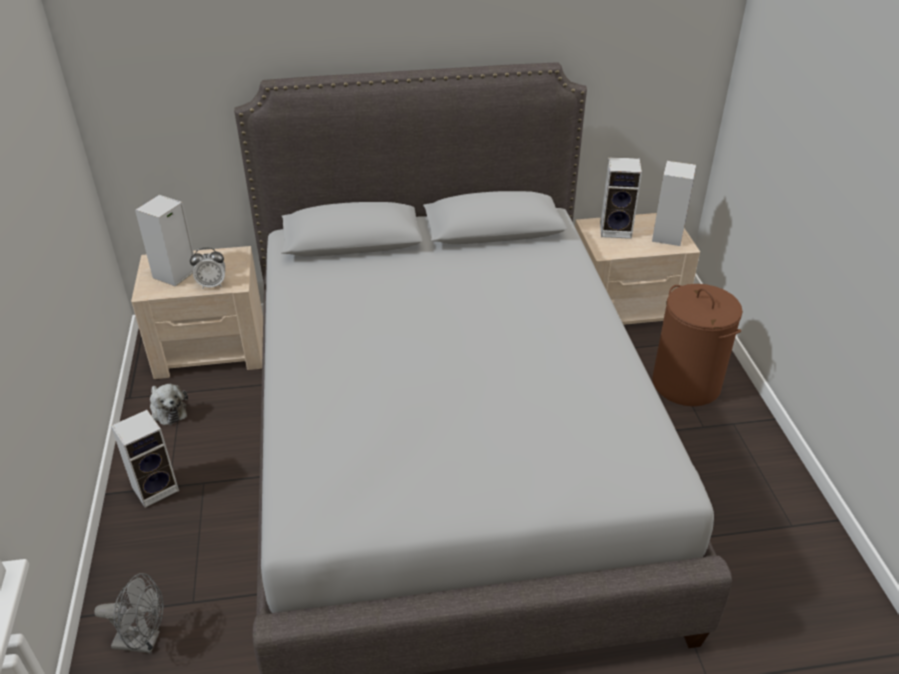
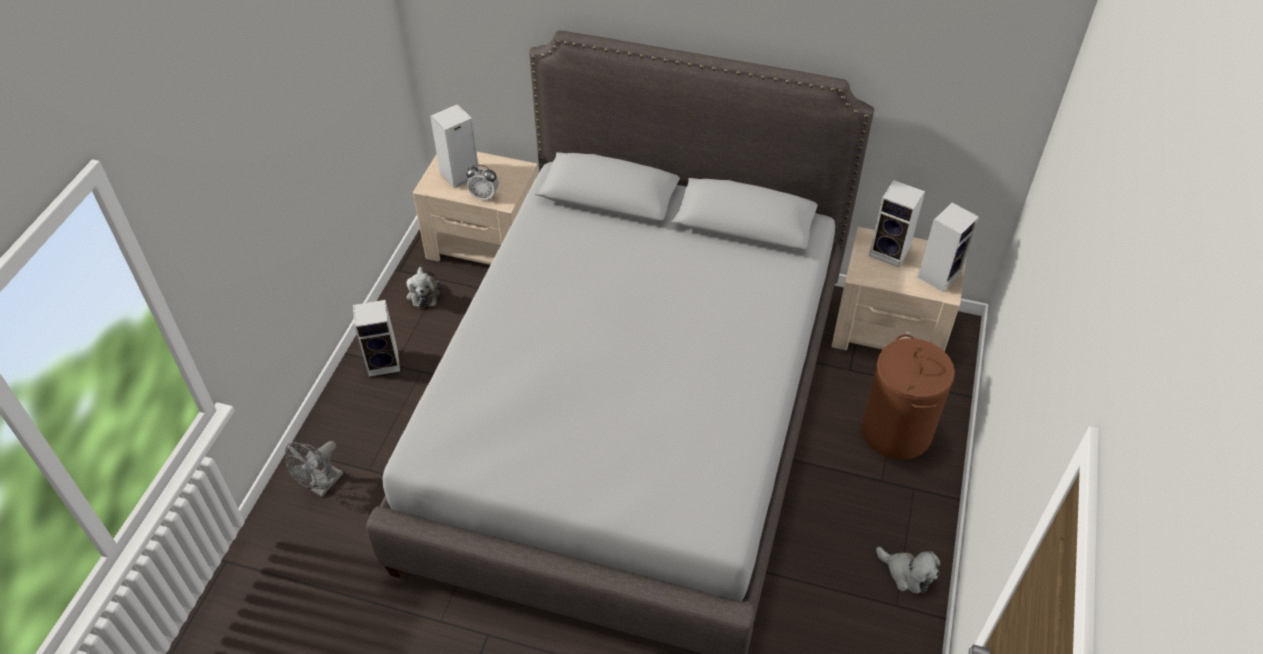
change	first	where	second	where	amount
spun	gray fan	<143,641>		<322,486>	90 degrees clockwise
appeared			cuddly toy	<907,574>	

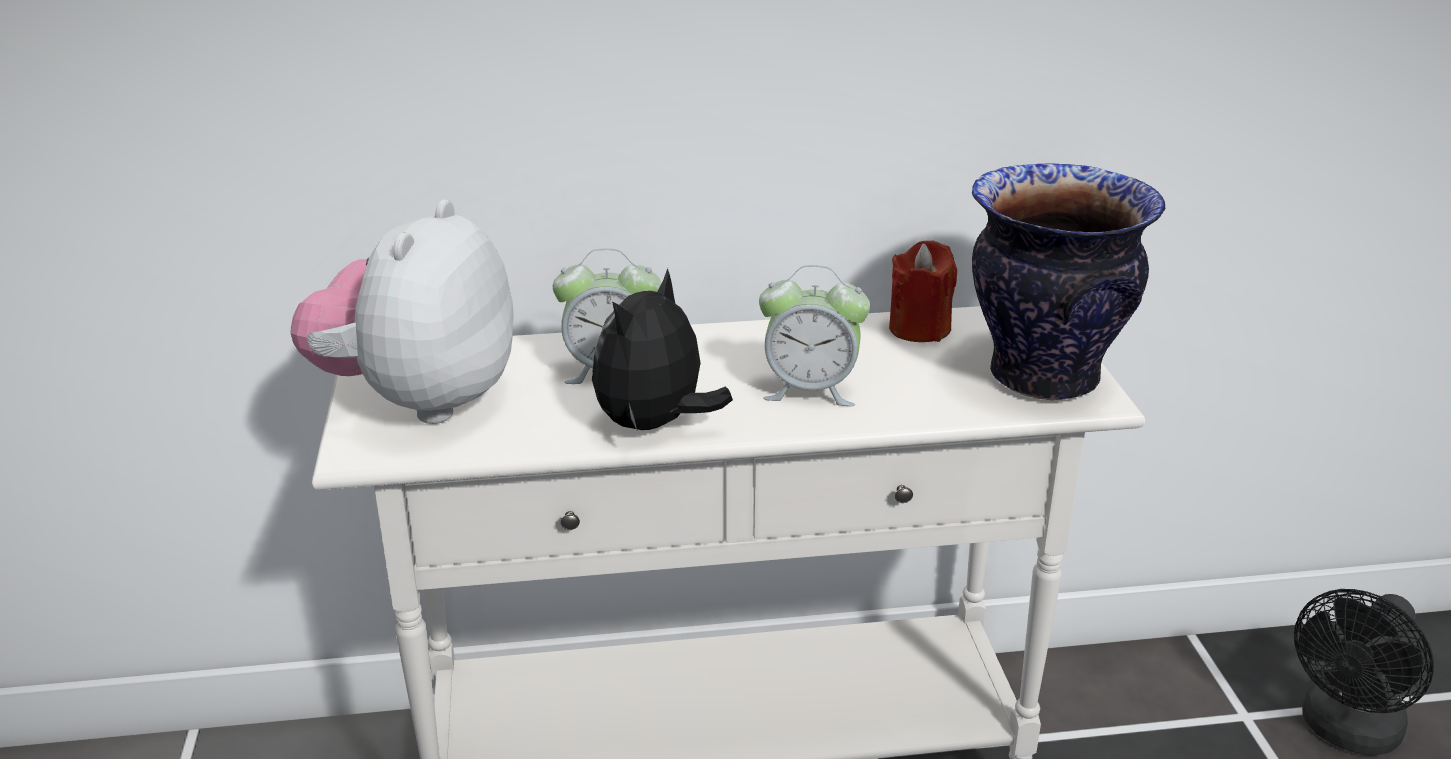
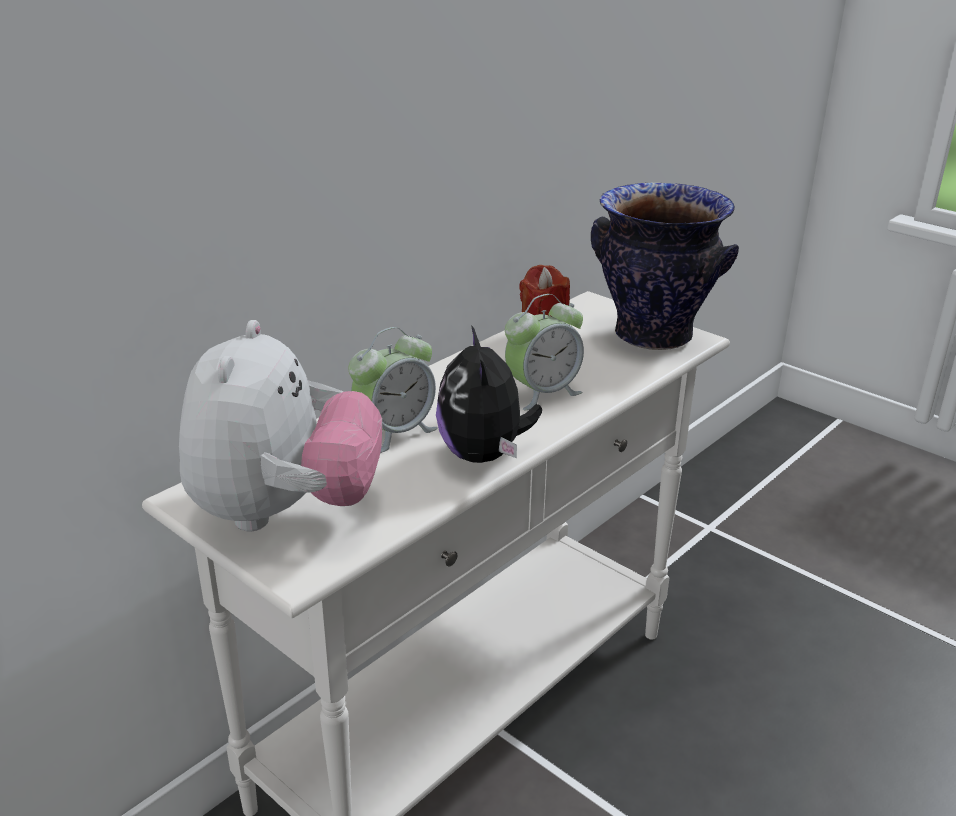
change	first	where	second	where	amount
spun	cuddly toy	<419,400>		<285,512>	150 degrees counterclockwise
missing	black-coloured fan	<1345,732>			

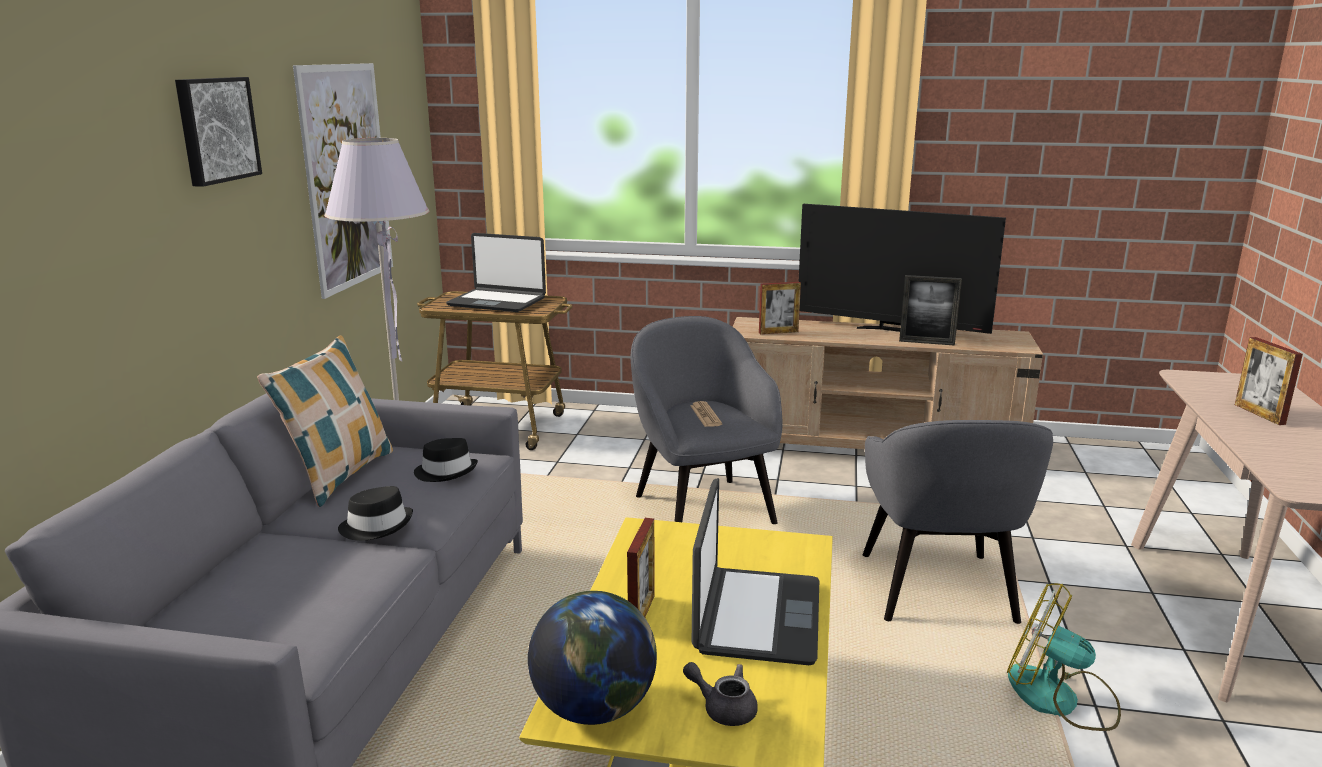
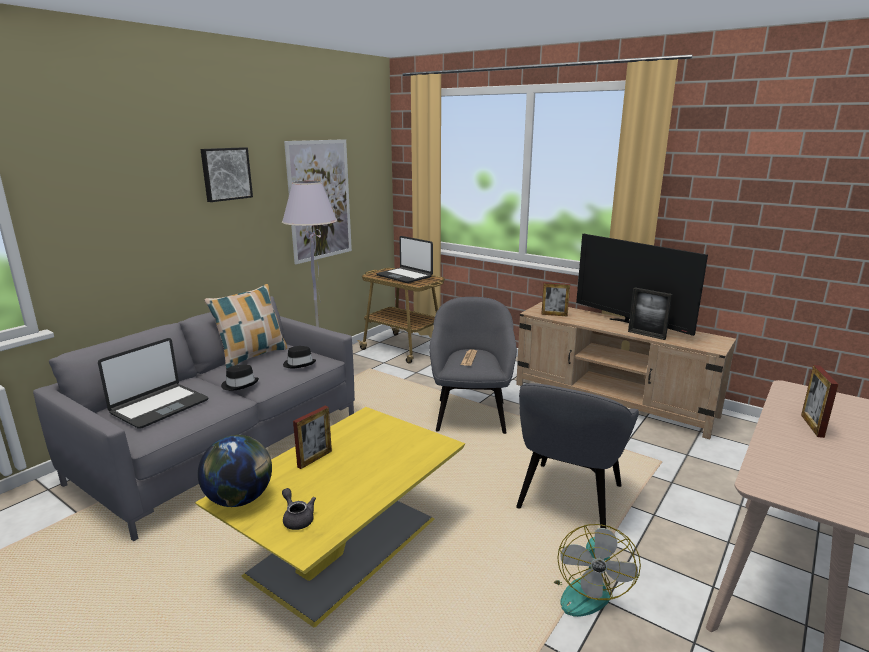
change	first	where	second	where	amount
relocated	portable computer	<756,617>		<159,406>	
spun	fan	<1059,699>		<584,589>	135 degrees counterclockwise

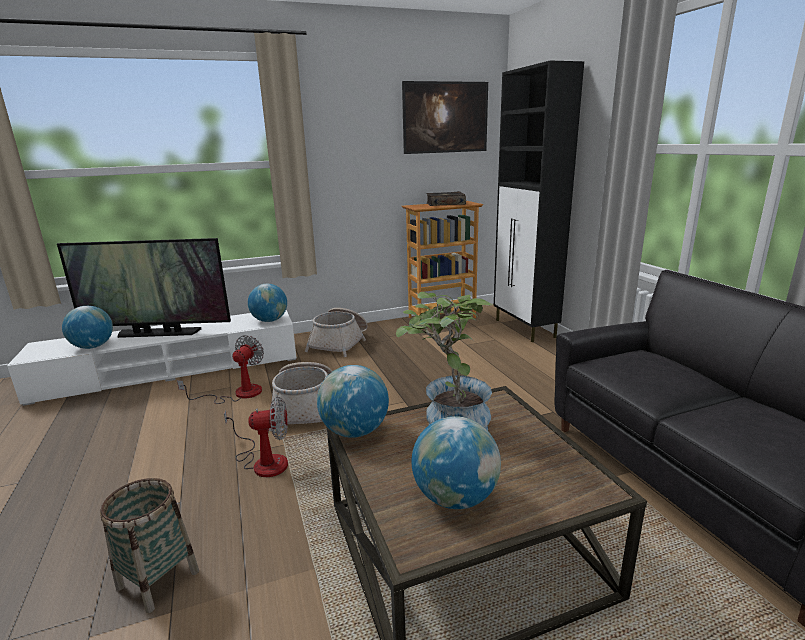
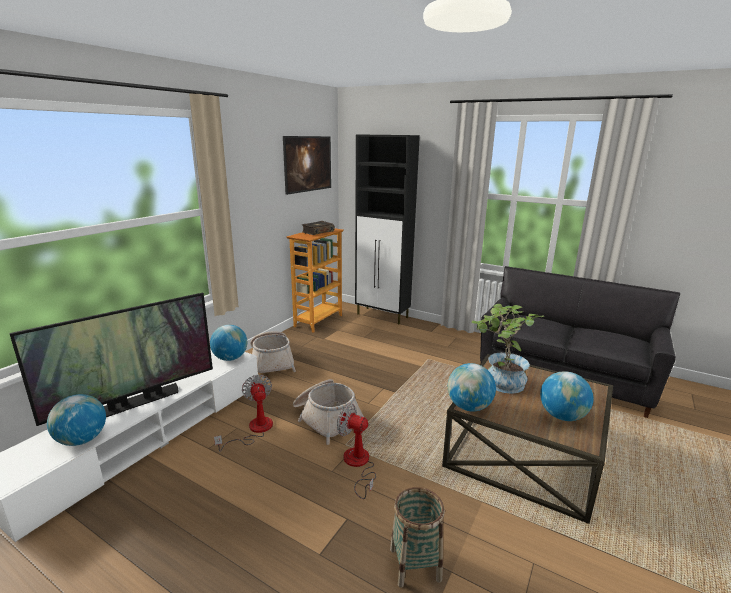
change	first	where	second	where	amount
spun	fan	<264,461>		<358,464>	105 degrees counterclockwise

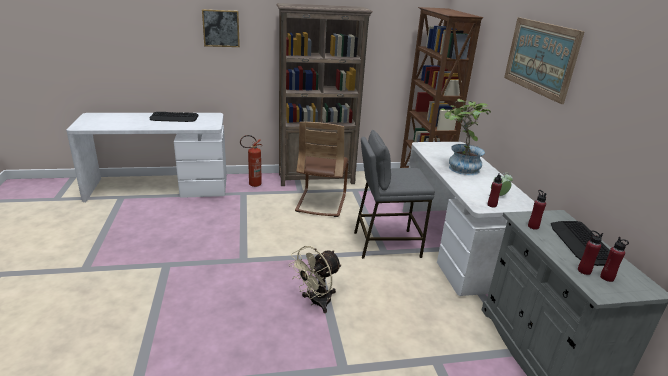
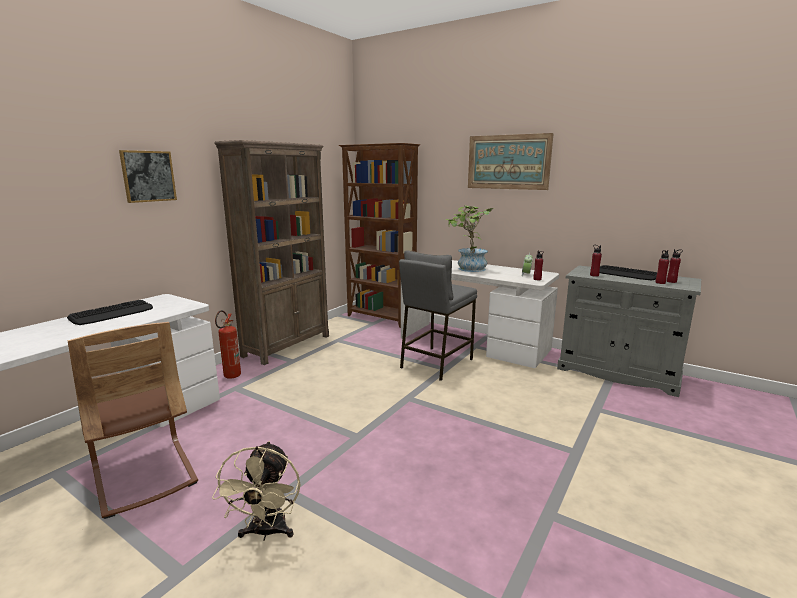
change	first	where	second	where	amount
relocated	brownish chair	<321,202>		<144,475>	
relocated	beige-coloured fan	<316,302>		<266,532>	

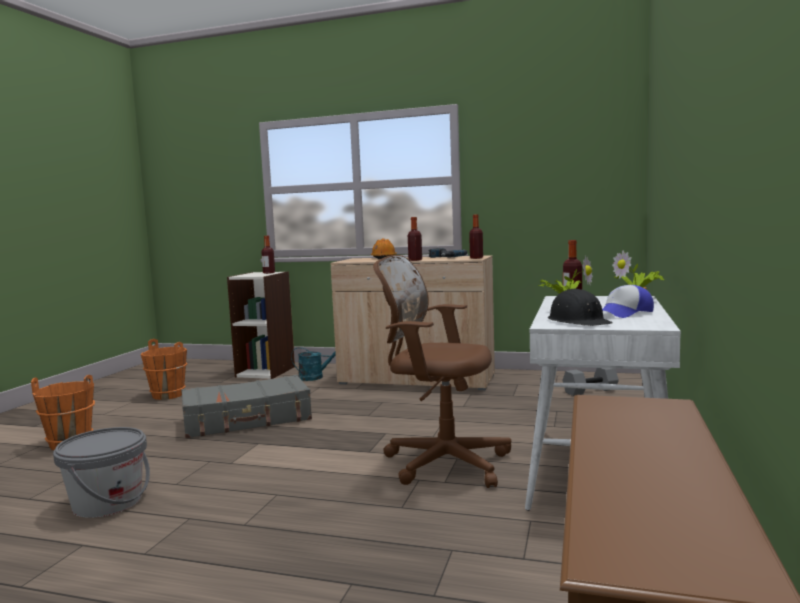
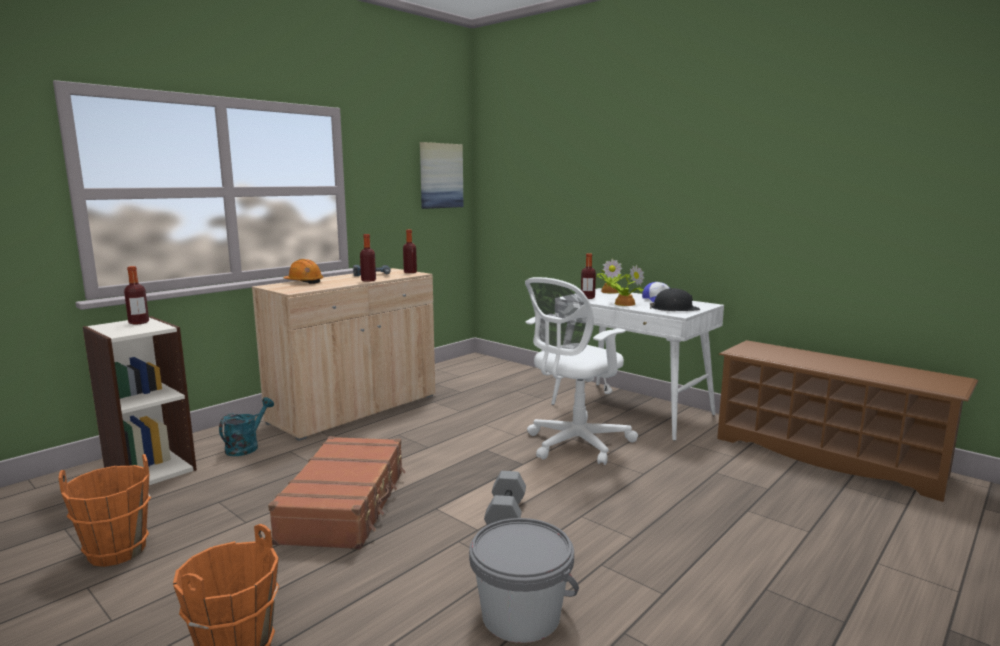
change	first	where	second	where	amount
colour	gray travel case	<247,420>	brownish travel case	<346,505>	
appeared			picture	<440,175>	
relocated	gray hand weight	<590,390>		<505,515>	
colour	brownish desk chair	<441,462>	white-coloured desk chair	<574,444>	

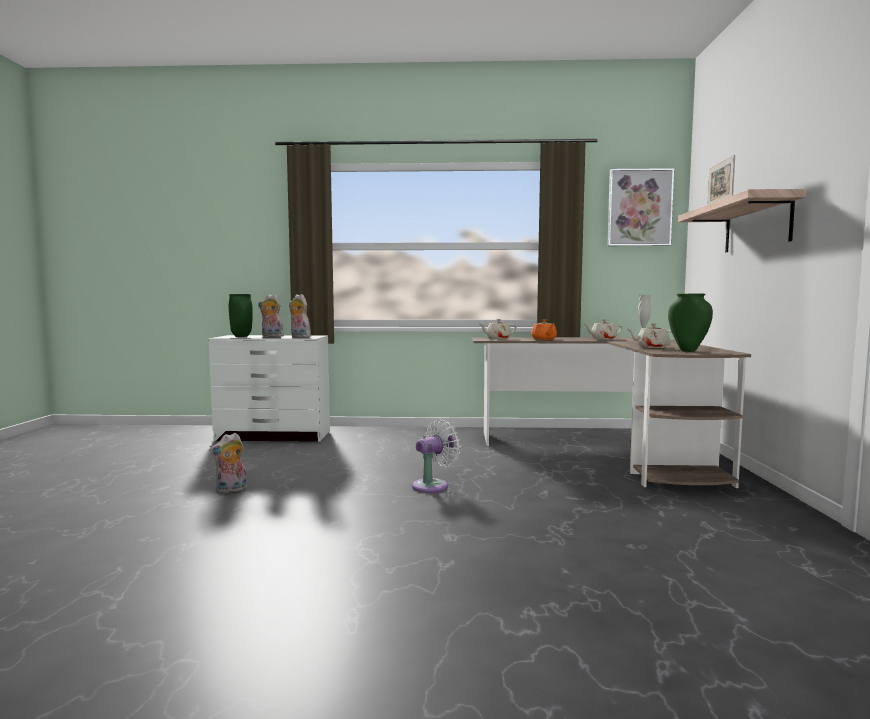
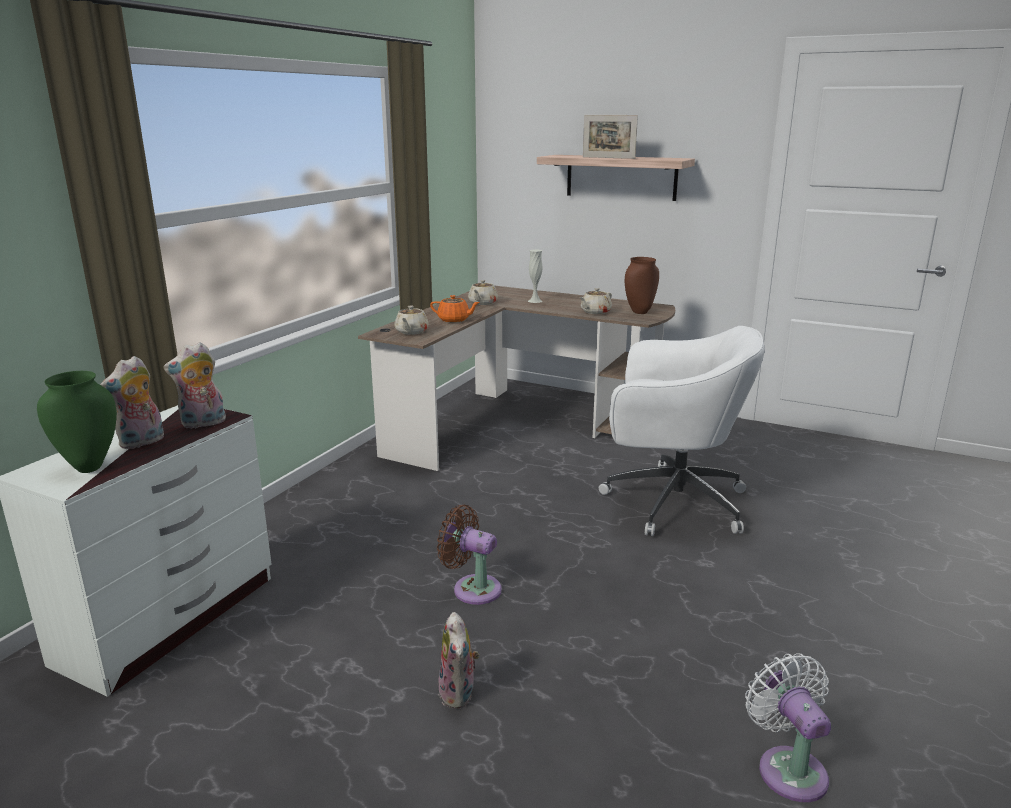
change	first	where	second	where	amount
appeared			brownish fan	<472,588>	
appeared			white-coloured desk chair	<671,502>	
colour	green-coloured flower vase	<688,351>	brownish flower vase	<639,312>	
relocated	white-coloured fan	<433,485>		<788,768>	
missing	picture	<639,208>			

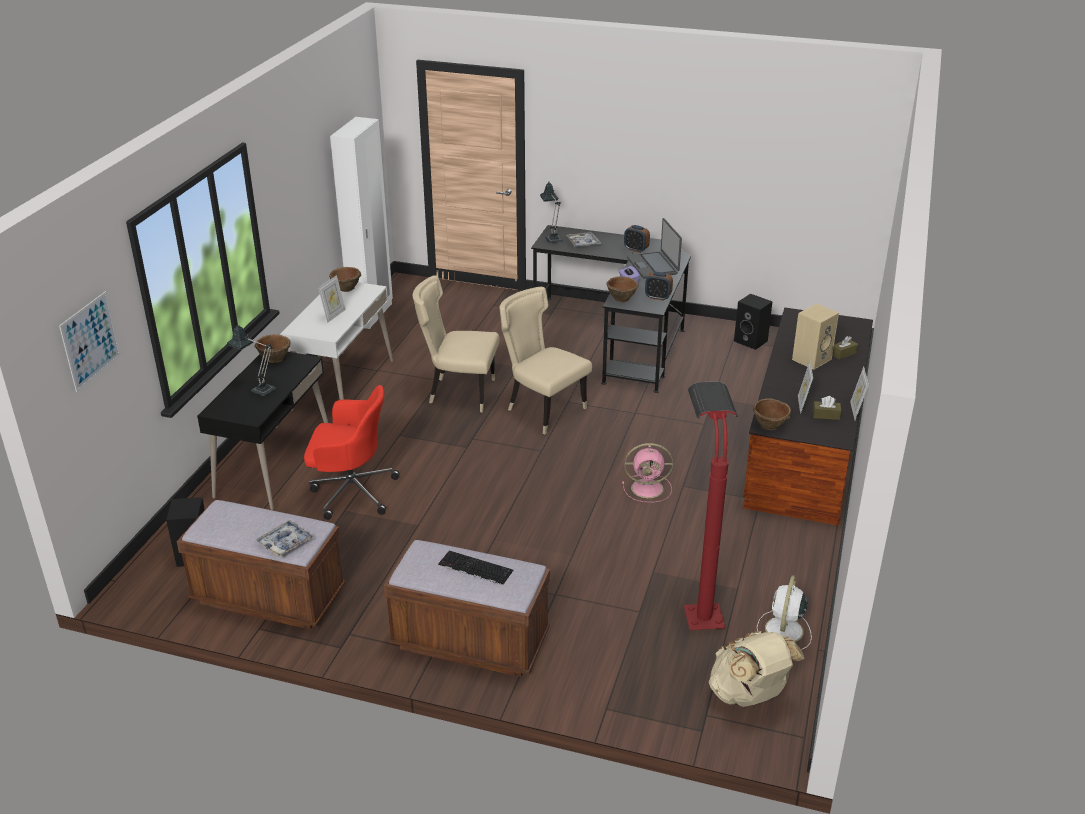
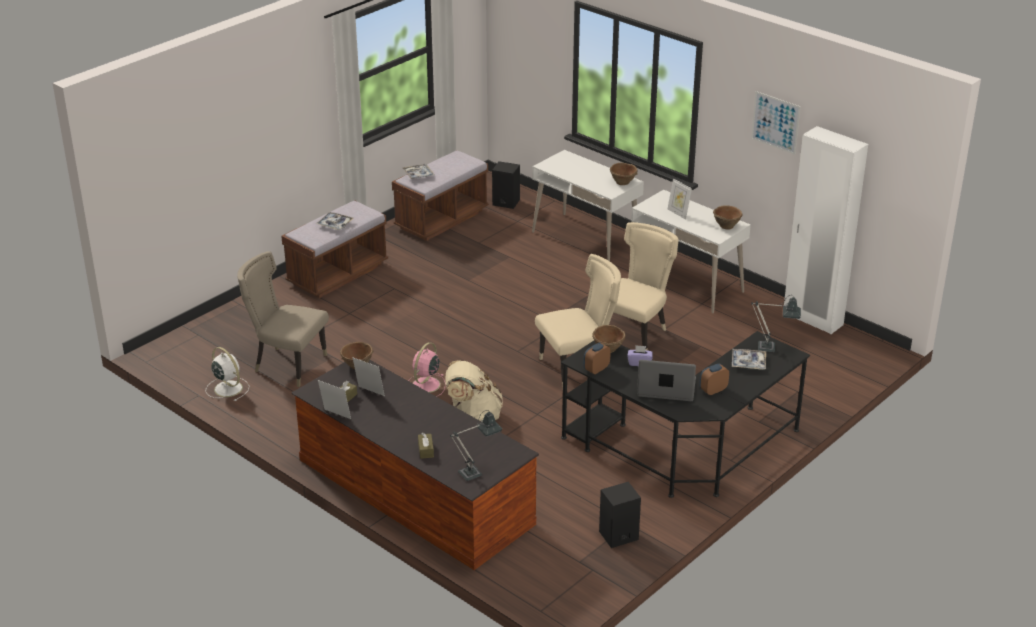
change	first	where	second	where	amount
exchanged	reddish floor lamp	<698,602>	beige-coloured chair	<287,364>	
exchanged	PC keyboard	<474,568>	serving tray	<335,224>	
relocated	beige-coloured rucksack	<749,695>		<473,418>	
relocated	table lamp	<259,389>		<475,472>	
colour	black-coloured desk unit	<274,466>	white-coloured desk unit	<586,239>	
relocated	picture	<90,341>		<775,122>	
missing	reddish desk chair	<351,491>			
missing	beige-coloured audio speaker	<811,359>			

